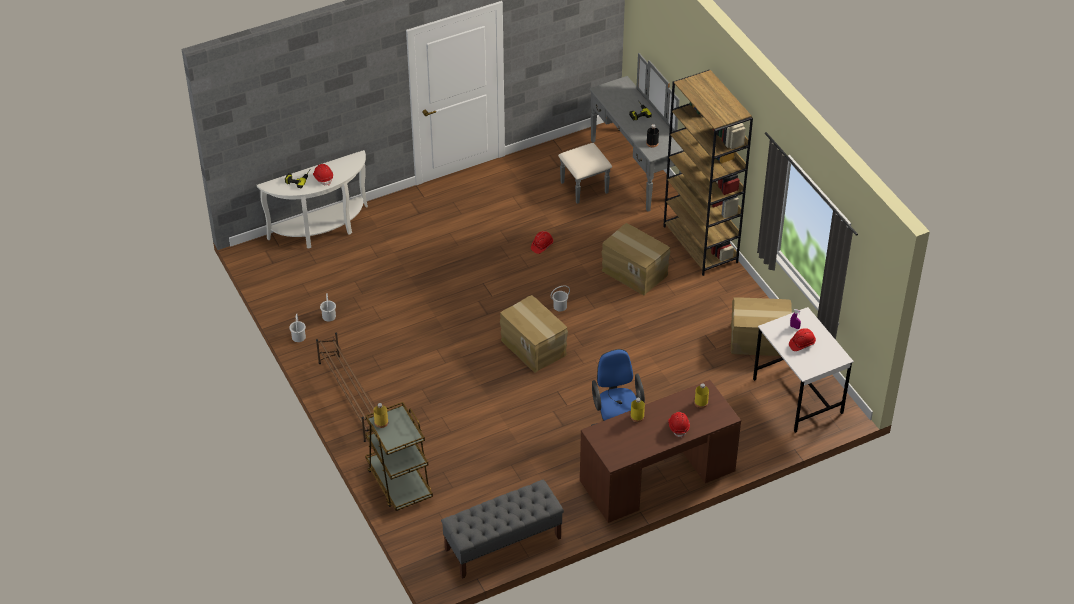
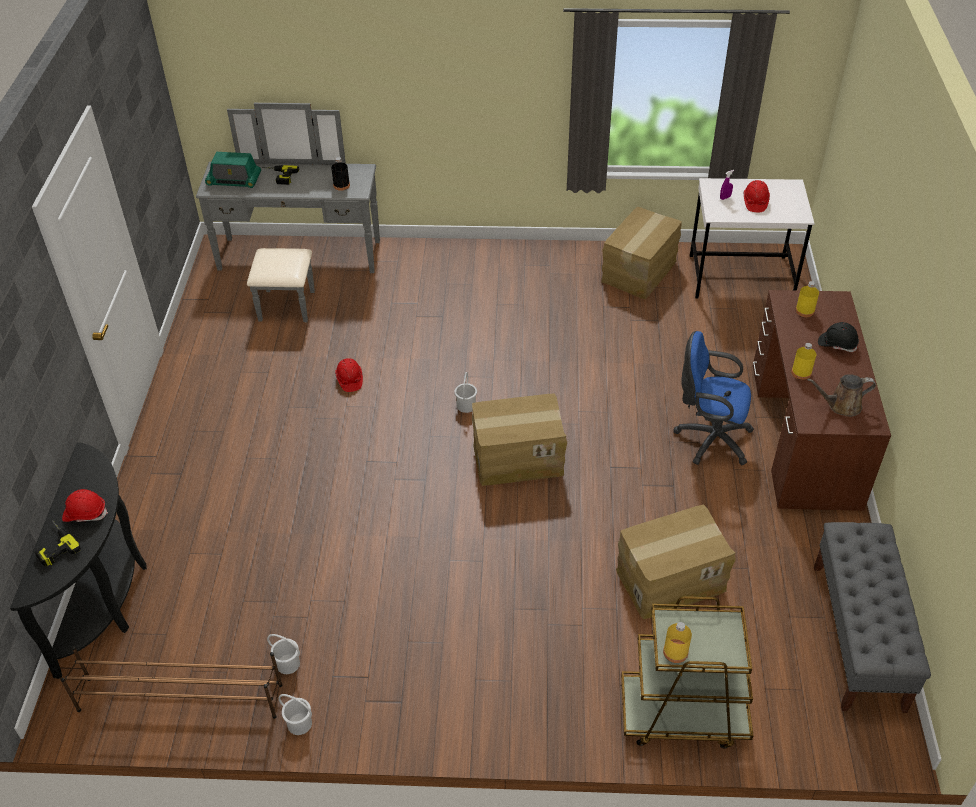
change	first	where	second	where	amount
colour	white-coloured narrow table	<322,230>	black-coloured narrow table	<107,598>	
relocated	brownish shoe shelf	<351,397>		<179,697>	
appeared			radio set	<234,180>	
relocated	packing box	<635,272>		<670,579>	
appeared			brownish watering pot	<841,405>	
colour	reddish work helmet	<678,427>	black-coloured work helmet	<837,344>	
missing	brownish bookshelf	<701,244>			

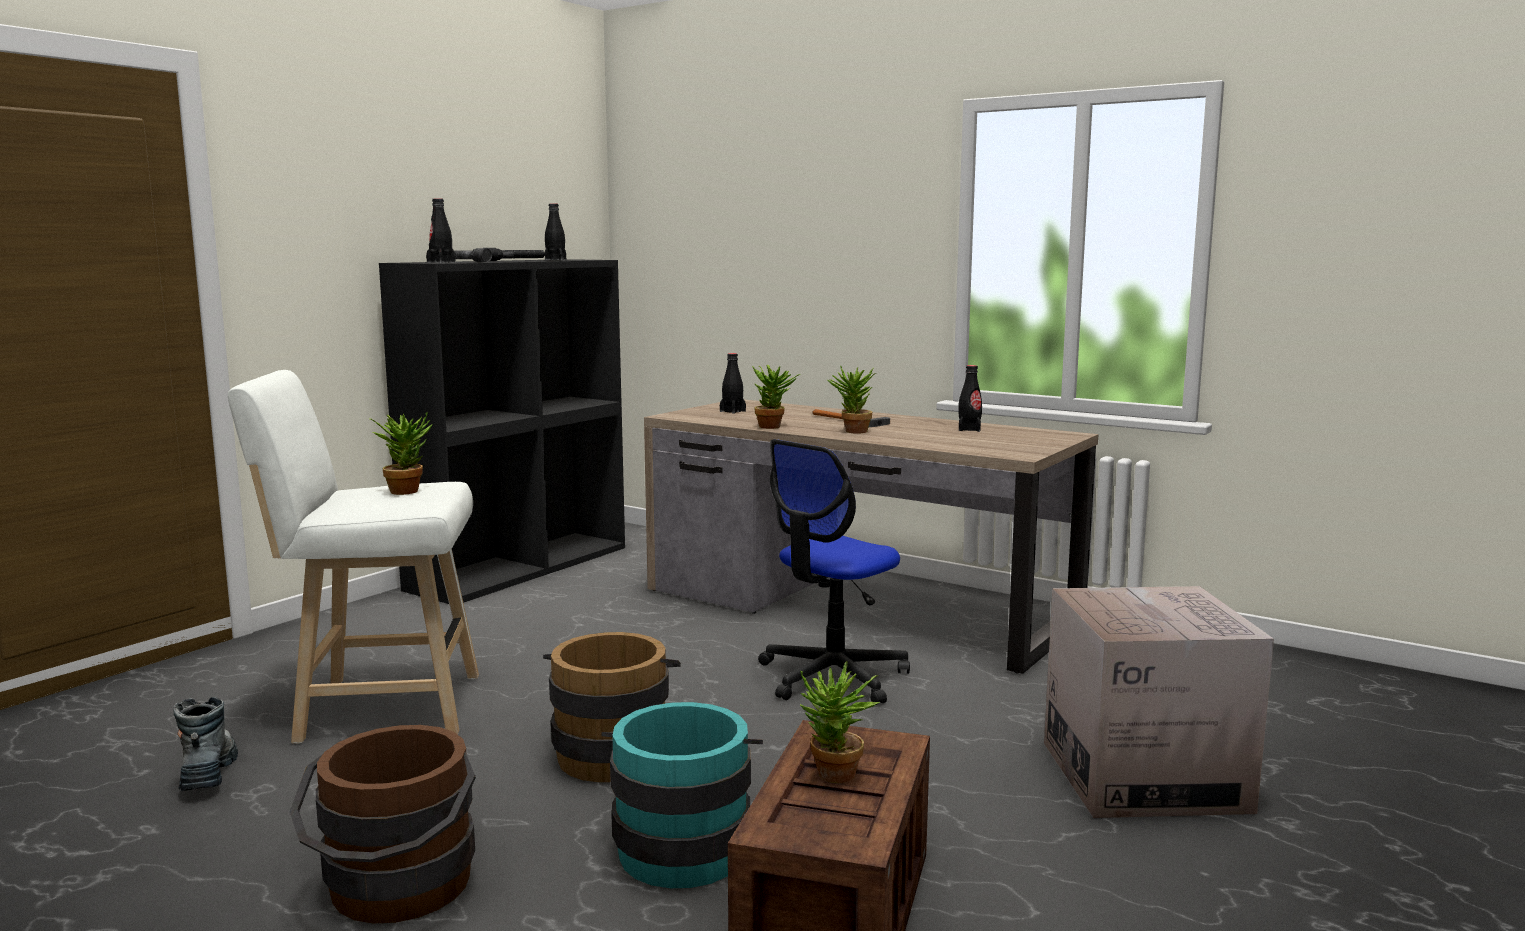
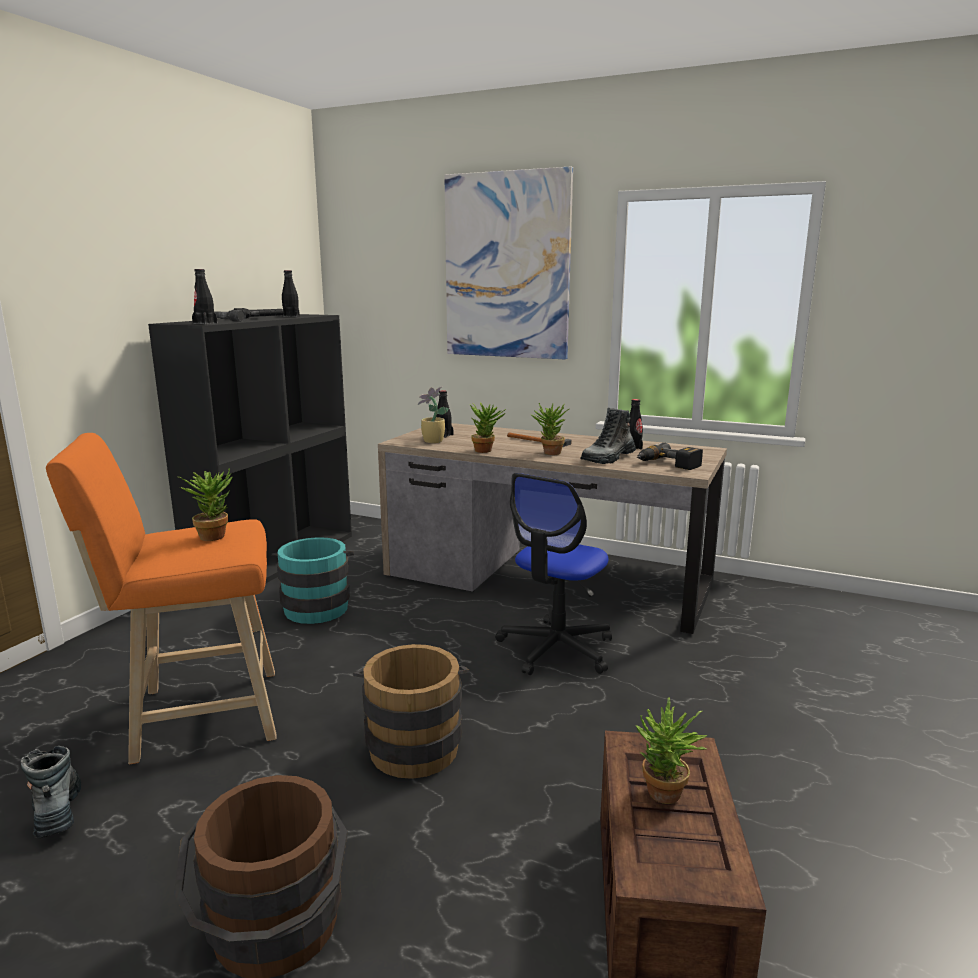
change	first	where	second	where	amount
colour	white-coloured stool seat	<379,708>	orange stool seat	<198,716>	
relocated	turquoise bucket	<684,845>		<317,606>	
appeared			plant in a pot	<432,441>	
appeared			picture	<507,266>	
appeared			boot	<608,458>	
appeared			drill	<667,465>	
missing	packing box	<1143,776>			

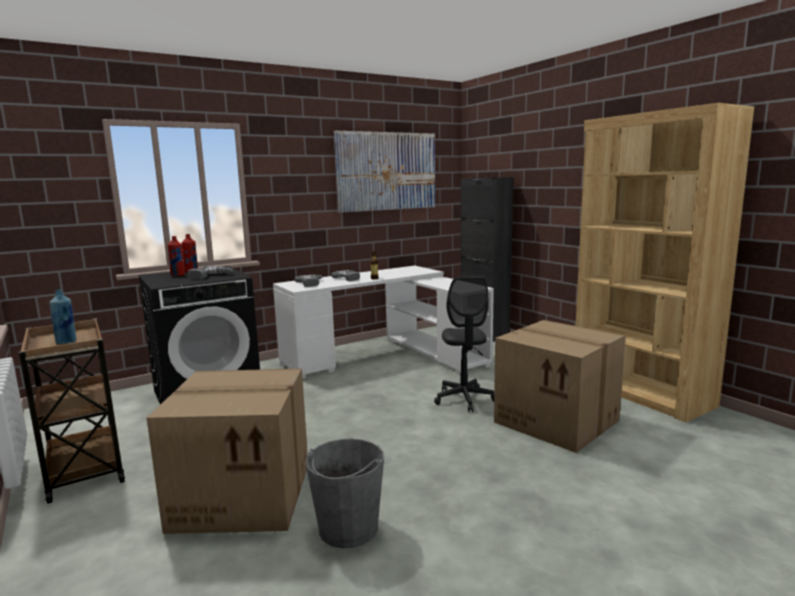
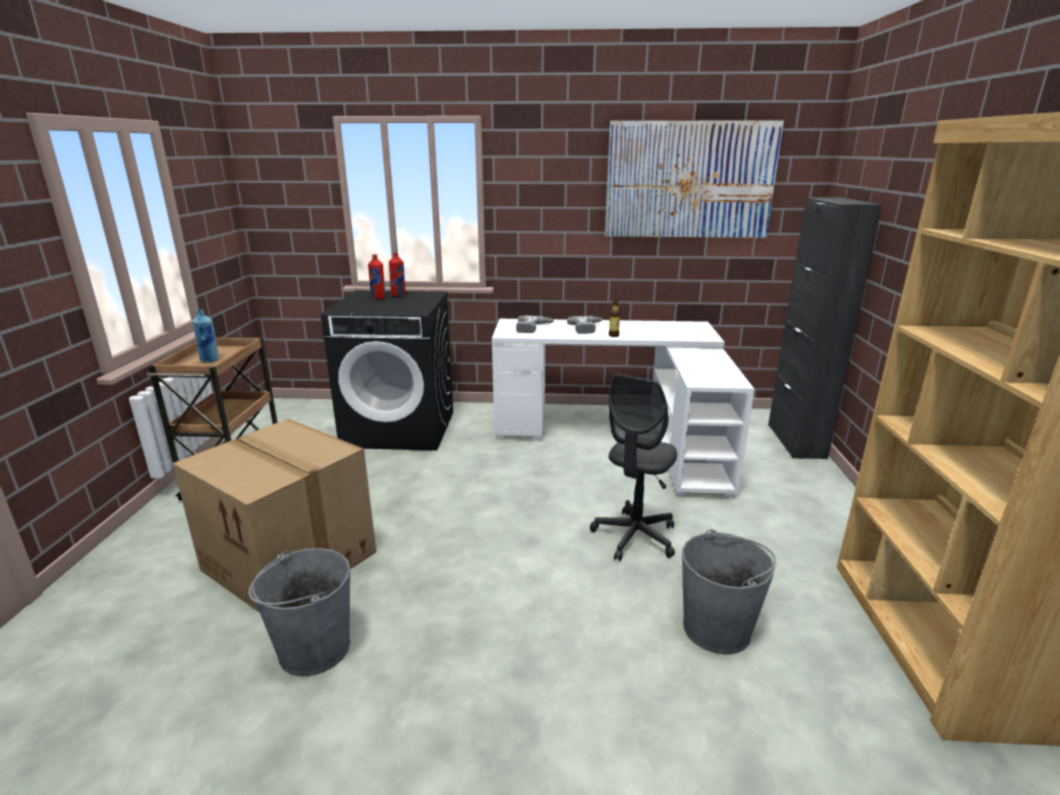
change	first	where	second	where	amount
exchanged	packing box	<558,421>	gray bucket	<717,629>	
missing	drill	<210,276>			

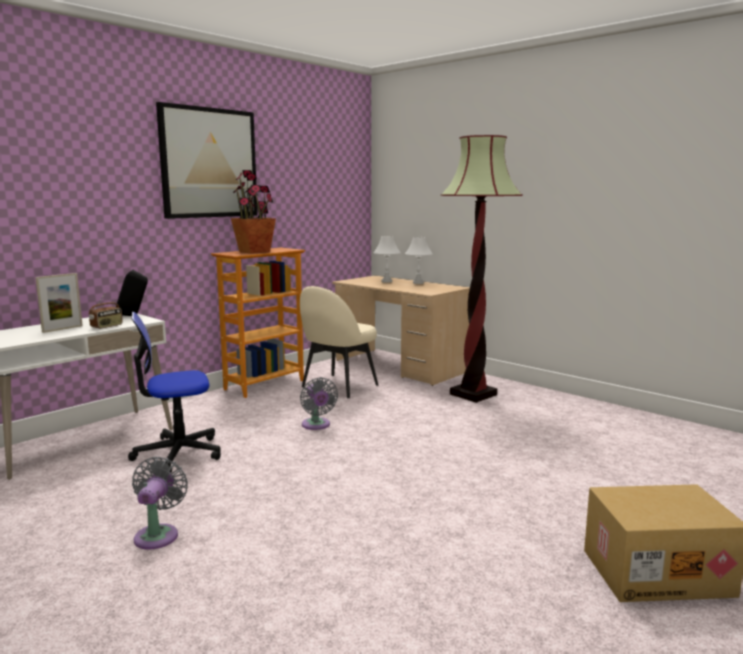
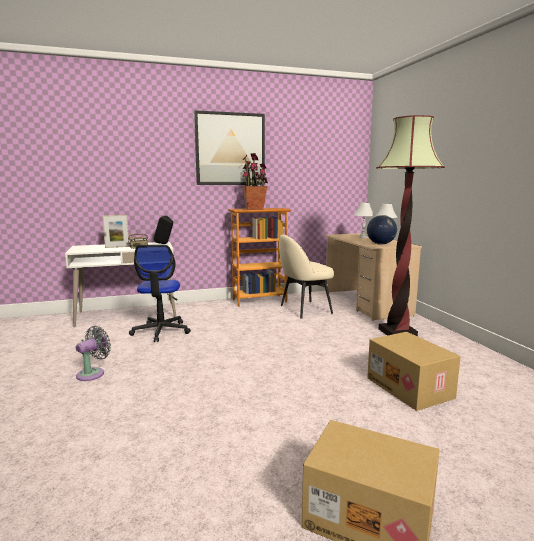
change	first	where	second	where	amount
spun	desk chair	<178,453>		<161,331>	105 degrees counterclockwise
appeared			world globe	<381,244>	
appeared			packing box	<410,388>	
missing	gray fan	<316,425>			

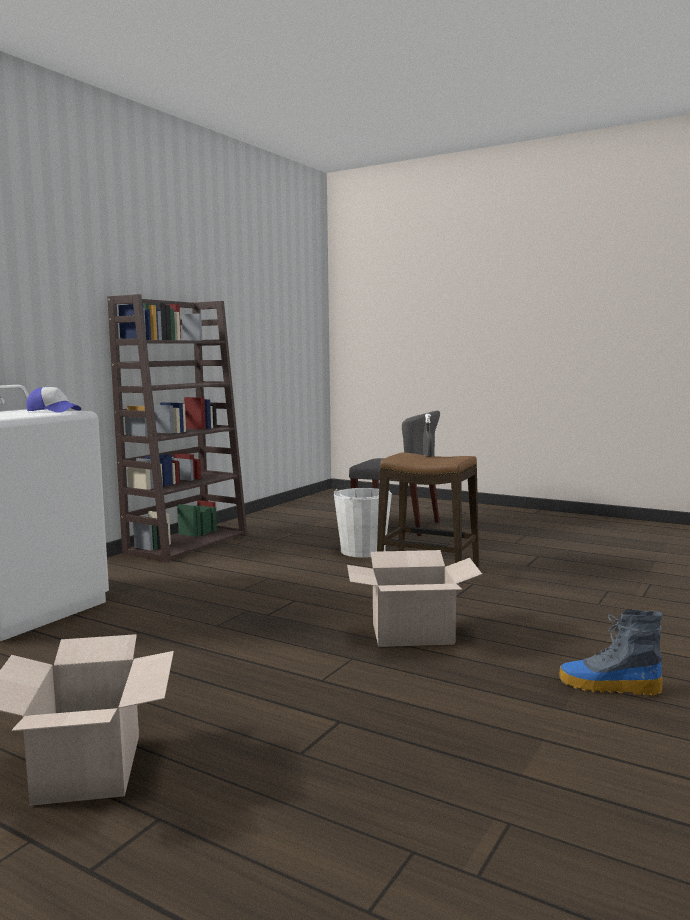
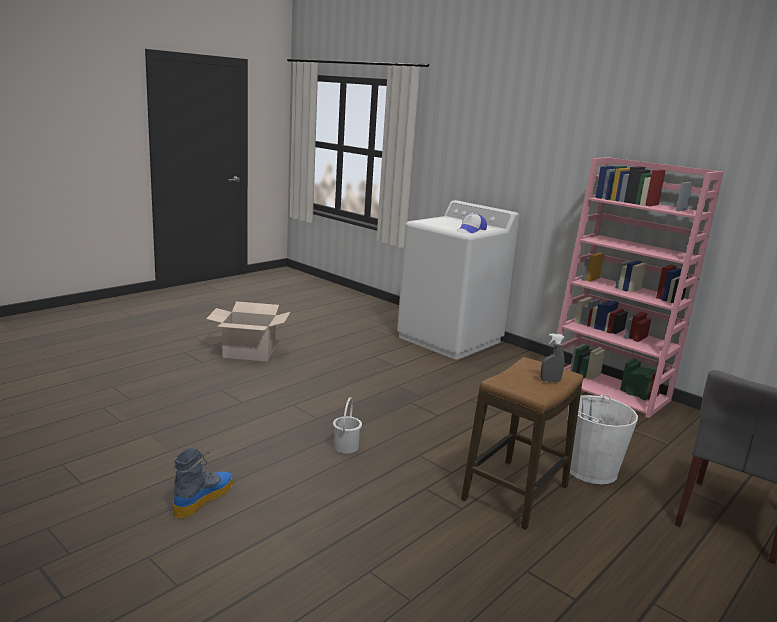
change	first	where	second	where	amount
exchanged	packing box	<412,633>	white-coloured bucket	<346,447>	
colour	brownish bookshelf	<187,543>	pinkish bookshelf	<609,390>	

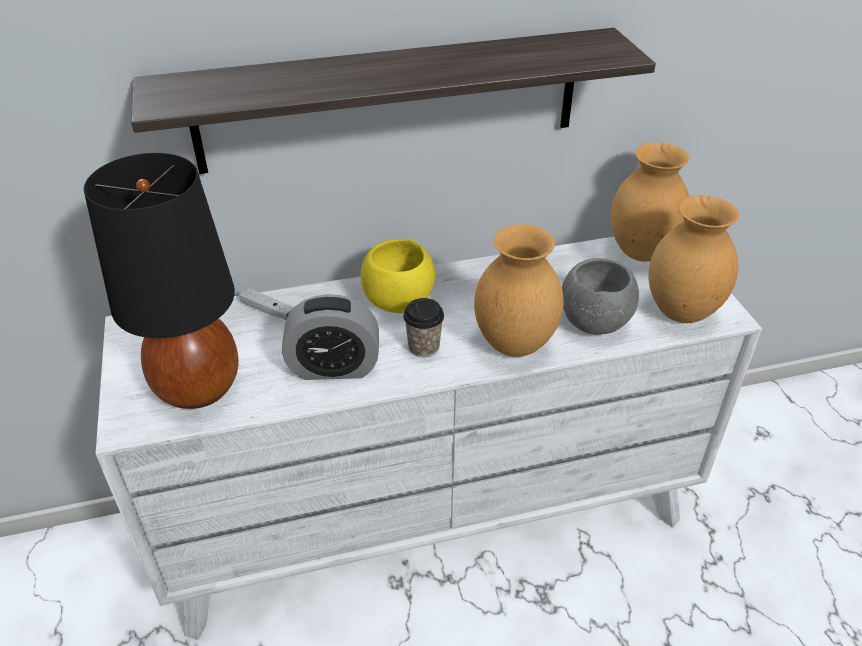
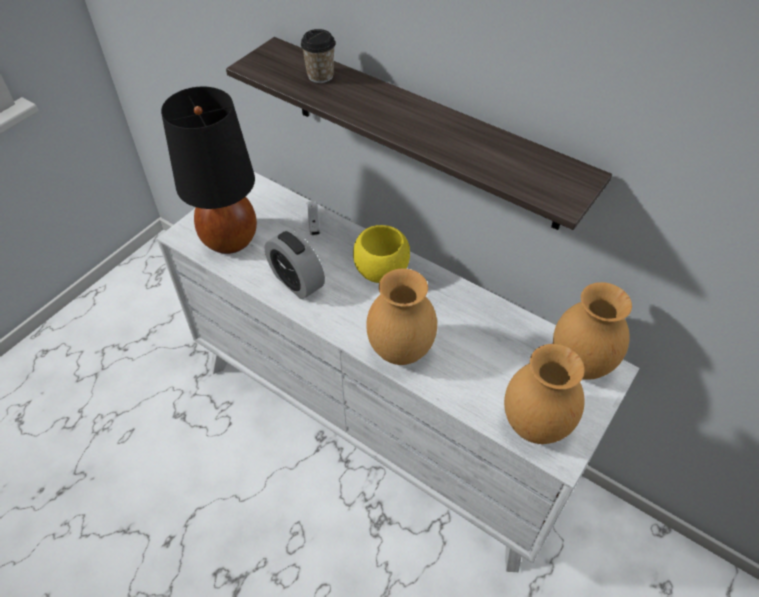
change	first	where	second	where	amount
relocated	cup	<424,347>		<320,76>	
missing	gray bowl	<595,322>			

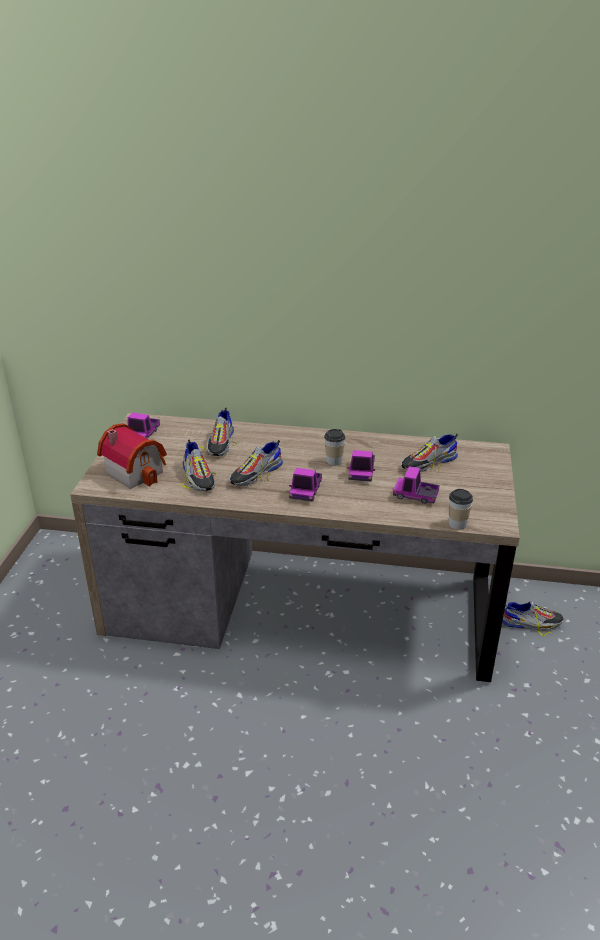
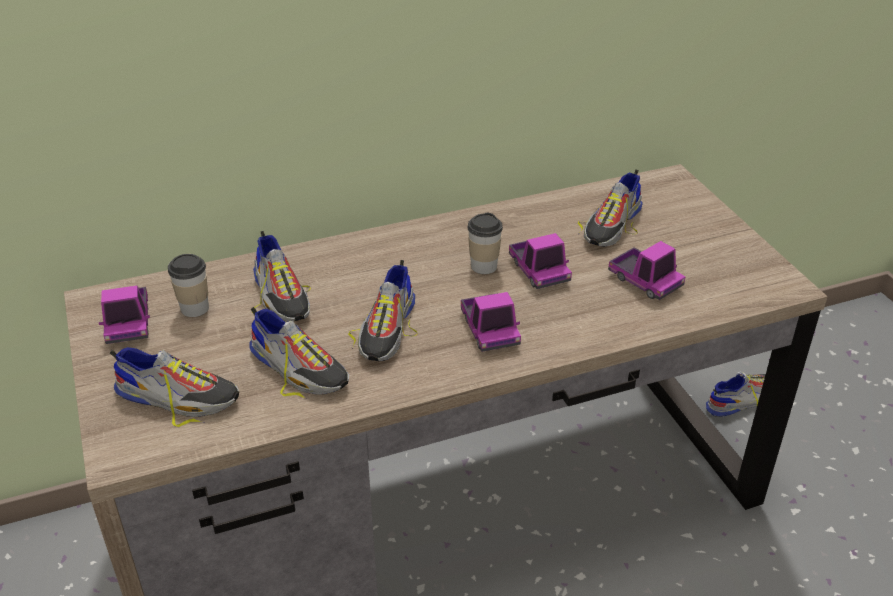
change	first	where	second	where	amount
exchanged	toy house	<136,471>	item of footwear	<178,396>	
relocated	cup	<457,524>		<195,308>	
spun	toy lorry	<415,495>		<645,281>	120 degrees counterclockwise

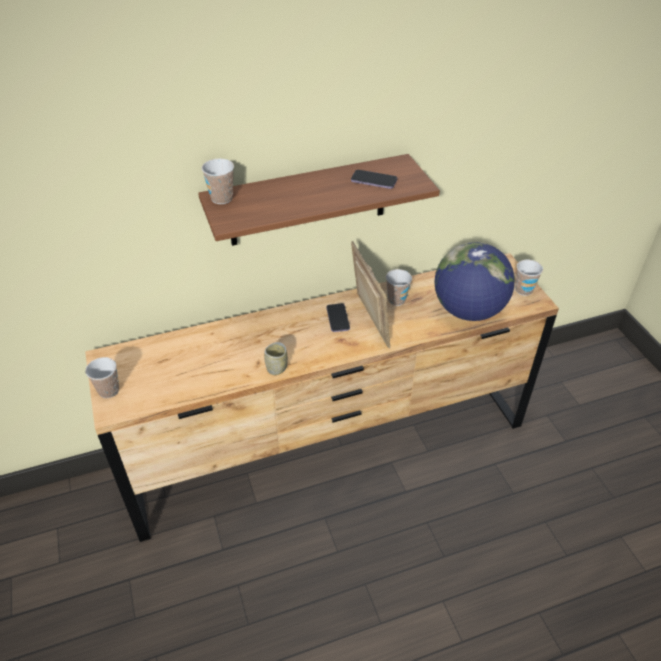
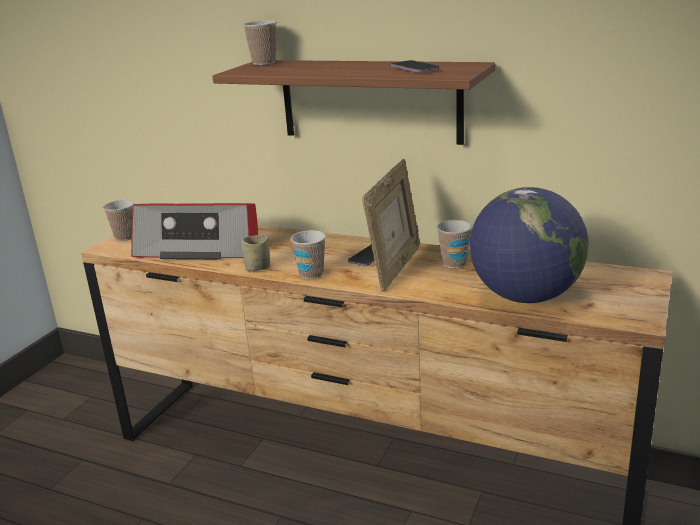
change	first	where	second	where	amount
appeared			radio set	<200,247>	
relocated	cup	<523,290>		<311,274>	

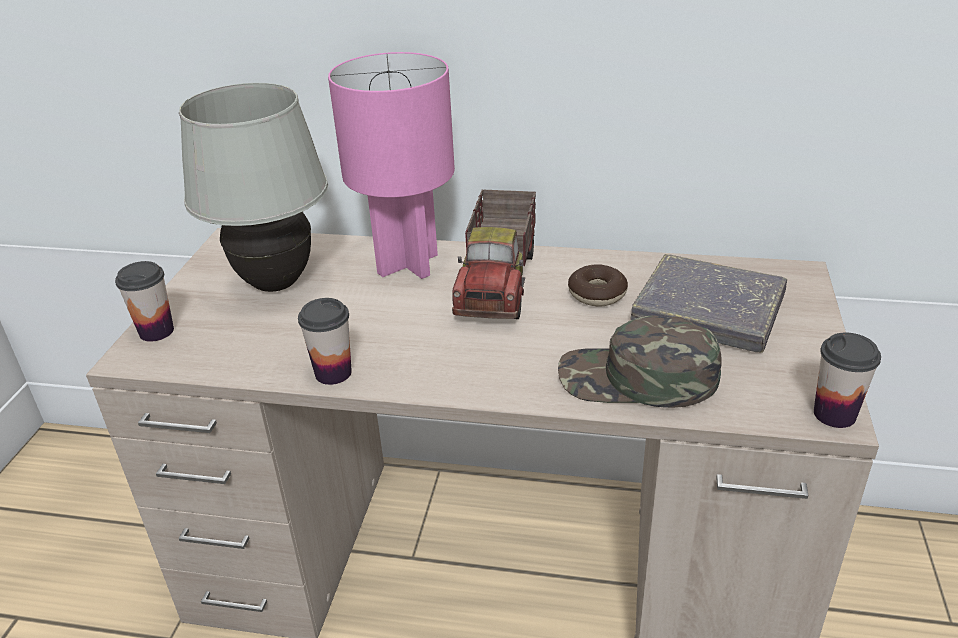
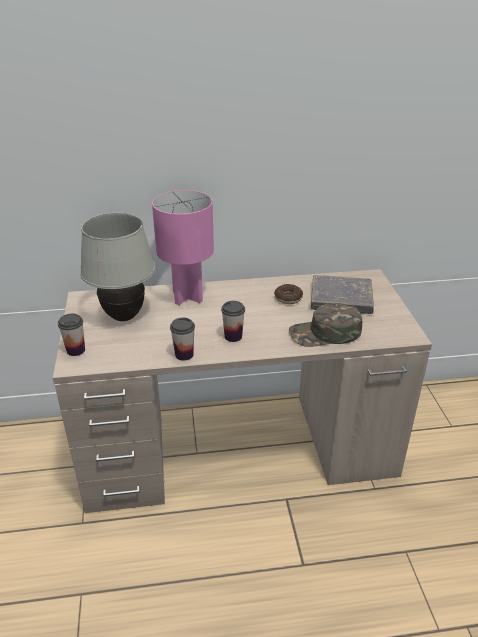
change	first	where	second	where	amount
relocated	cup	<834,414>		<233,336>	
missing	toy lorry	<500,281>			

